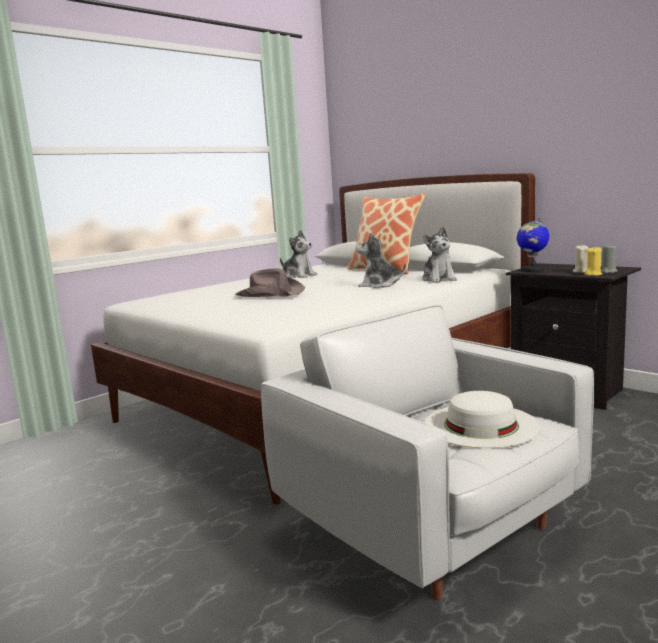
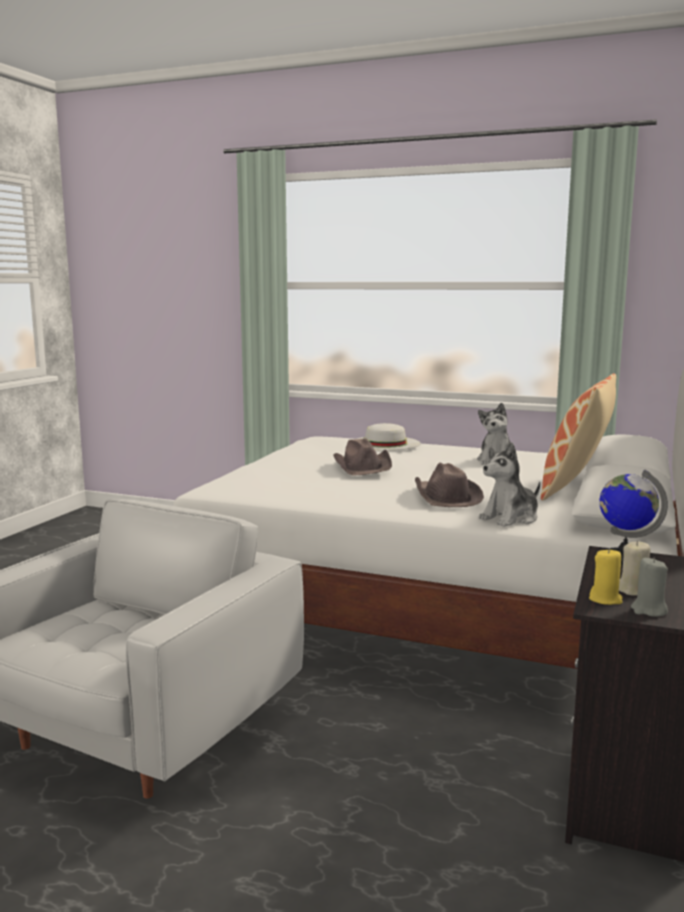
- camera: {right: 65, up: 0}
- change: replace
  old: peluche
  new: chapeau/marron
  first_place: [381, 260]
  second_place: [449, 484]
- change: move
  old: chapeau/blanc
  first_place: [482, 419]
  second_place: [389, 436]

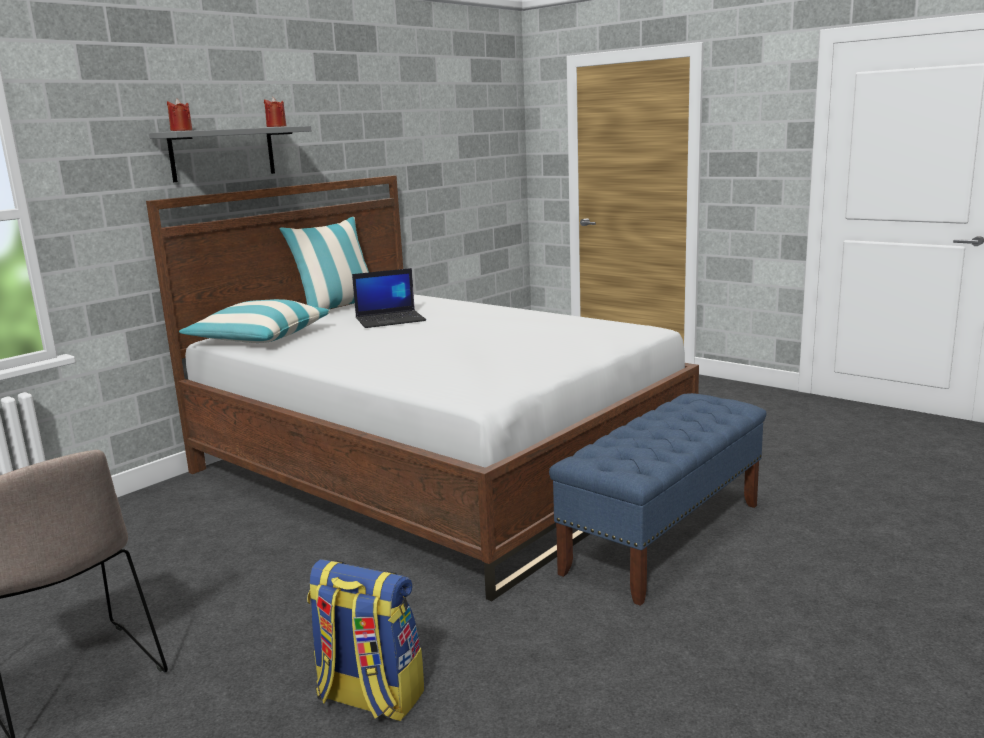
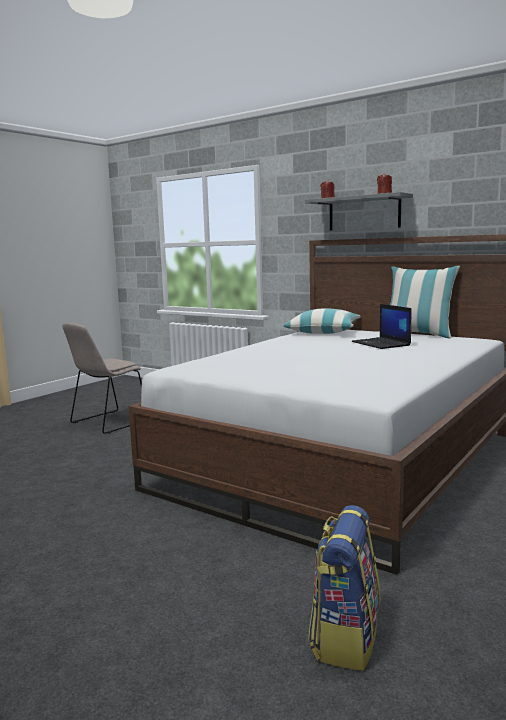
- camera: {right: 85, up: -5}
- change: delete
  old: banc/bleu
  first_place: [657, 499]
- change: move
  old: sac à dos
  first_place: [365, 640]
  second_place: [344, 588]

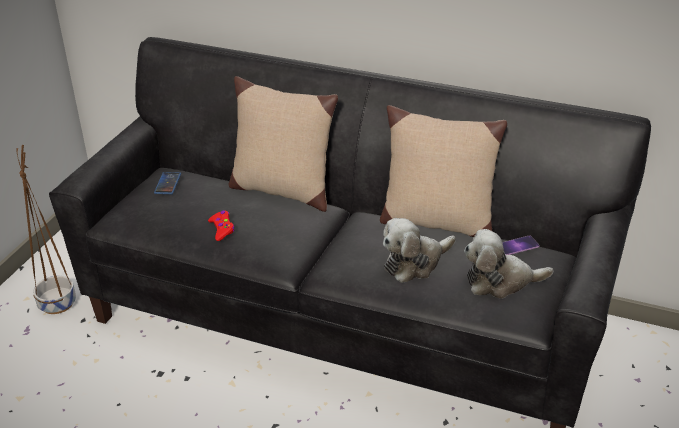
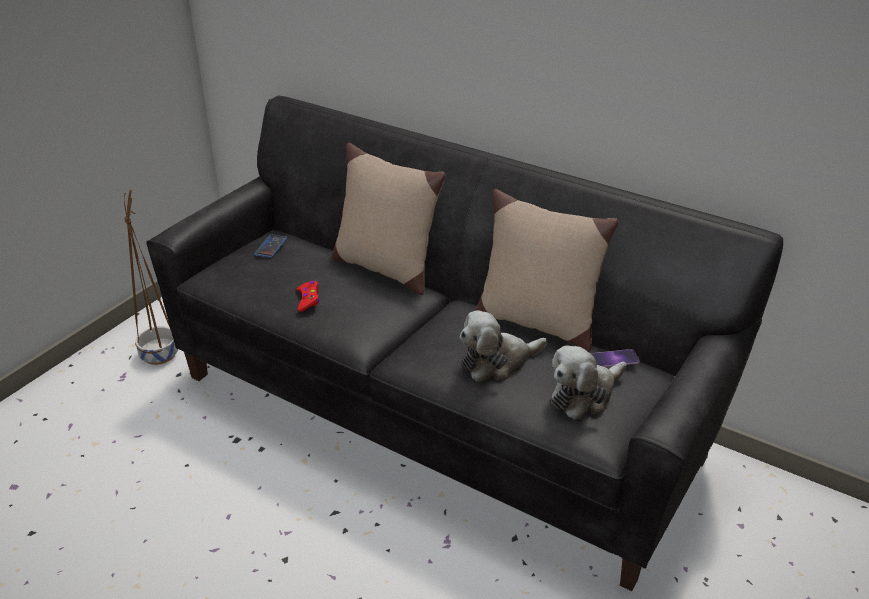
- camera: {right: 10, up: 0}
- change: rotate
  old: peluche
  first_place: [509, 264]
  second_place: [589, 382]
  degrees: -45

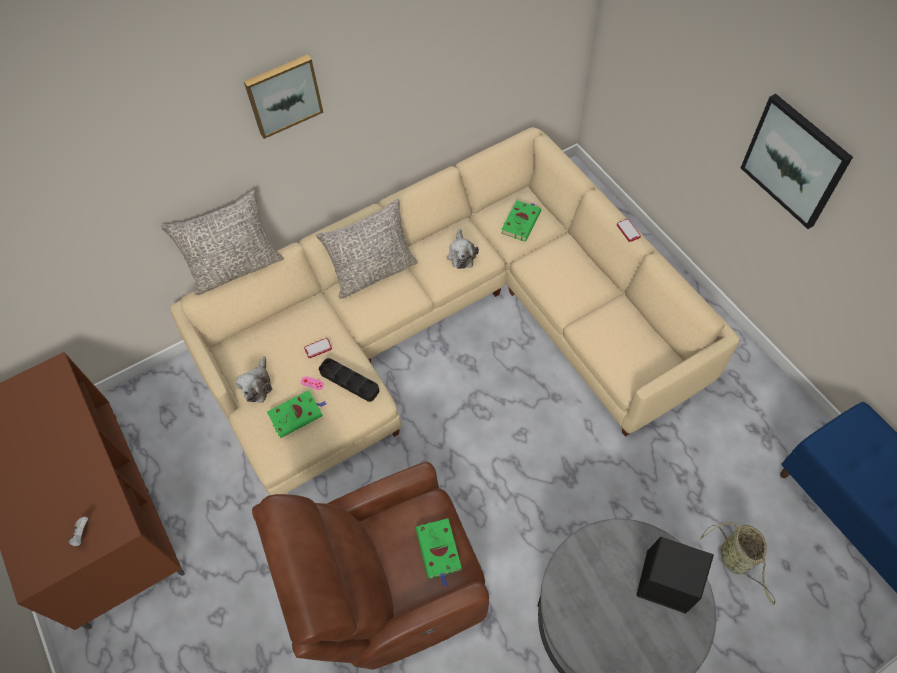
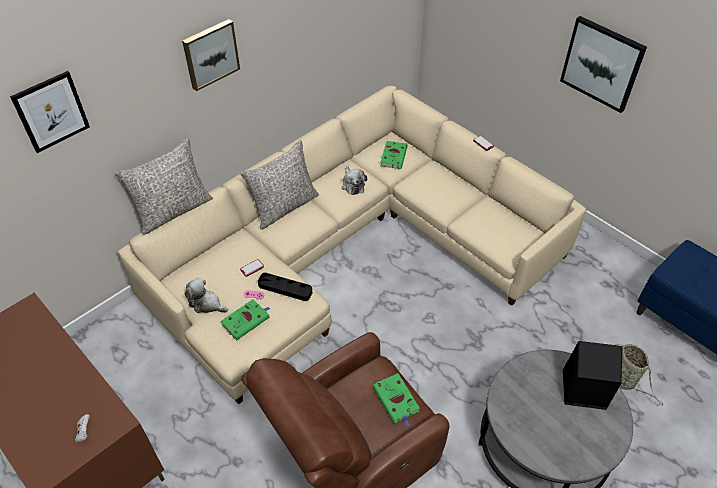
- camera: {right: -15, up: -10}
- change: rotate
  old: peluche
  first_place: [254, 379]
  second_place: [206, 295]
  degrees: 120
- change: insert
  new: tableau
  second_place: [50, 112]

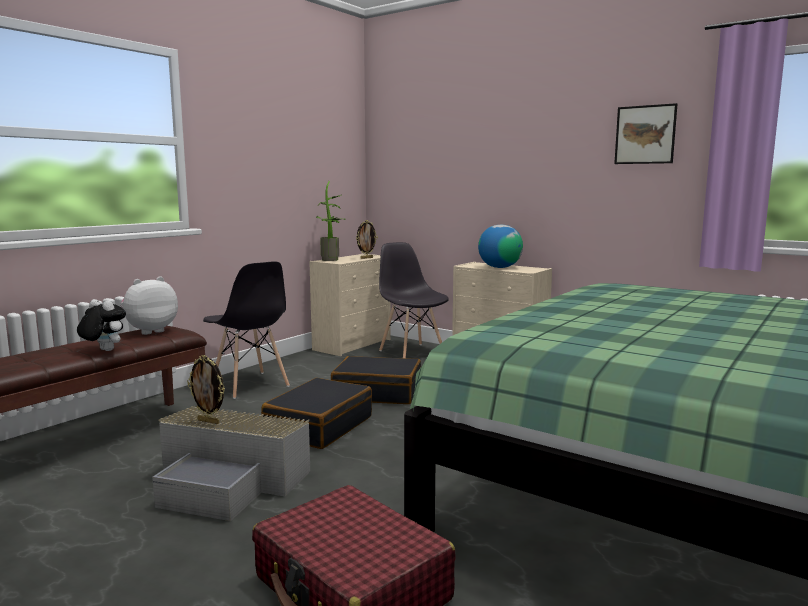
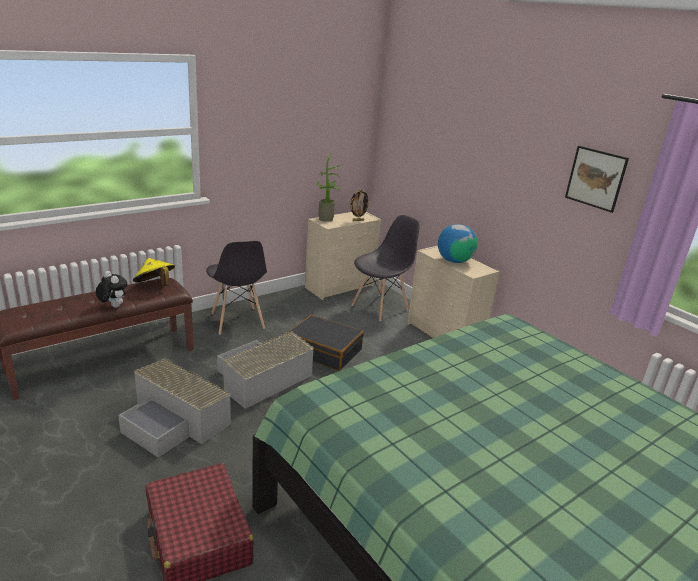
- camera: {right: 15, up: 15}
- change: rotate
  old: chaise/gris
  first_place: [414, 300]
  second_place: [386, 268]
  degrees: 60
- change: replace
  old: peluche
  new: chapeau/jaune
  first_place: [149, 305]
  second_place: [154, 272]
- change: delete
  old: cadre photo
  first_place: [206, 389]
- change: replace
  old: valise/noir
  new: boîte de rangement/gris
  first_place: [316, 413]
  second_place: [265, 370]

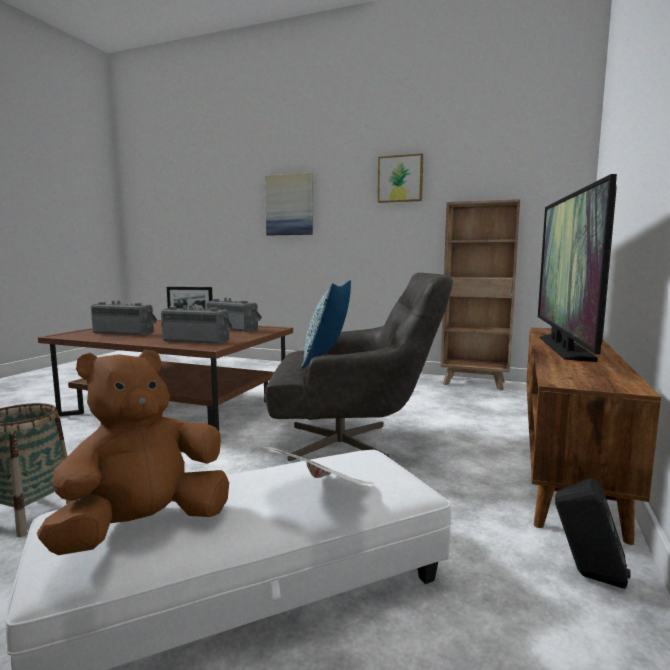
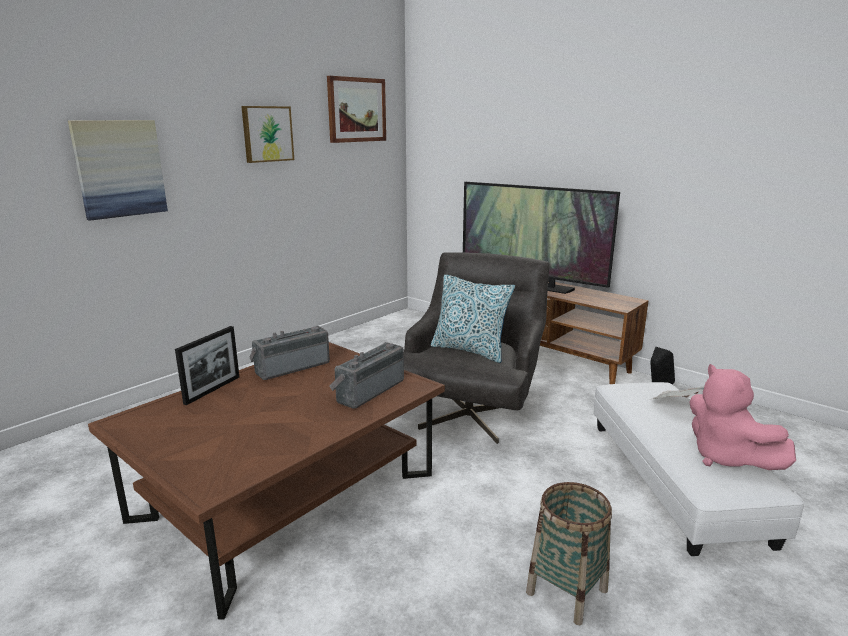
- camera: {right: -70, up: 10}
- change: delete
  old: bibliothèque/marron
  first_place: [480, 294]
- change: delete
  old: radio
  first_place: [124, 318]
- change: recolor
  old: peluche/marron
  new: peluche/rose
  first_place: [133, 452]
  second_place: [743, 417]
- change: insert
  new: tableau
  second_place: [356, 109]

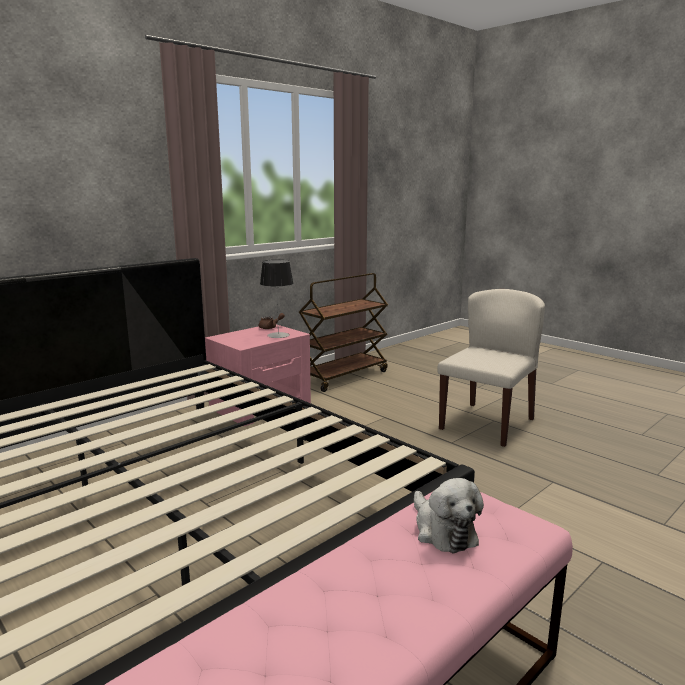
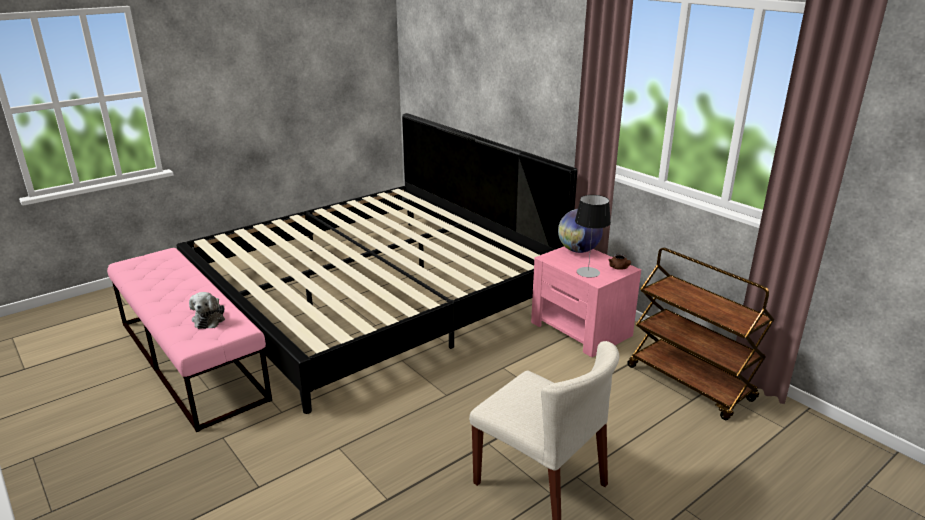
- camera: {right: 95, up: 10}
- change: rotate
  old: peluche
  first_place: [449, 515]
  second_place: [207, 310]
  degrees: -75
- change: insert
  new: globe
  second_place: [580, 231]

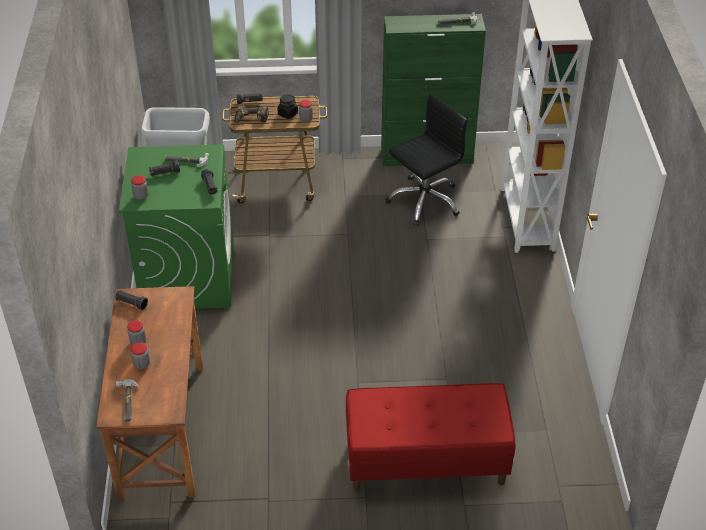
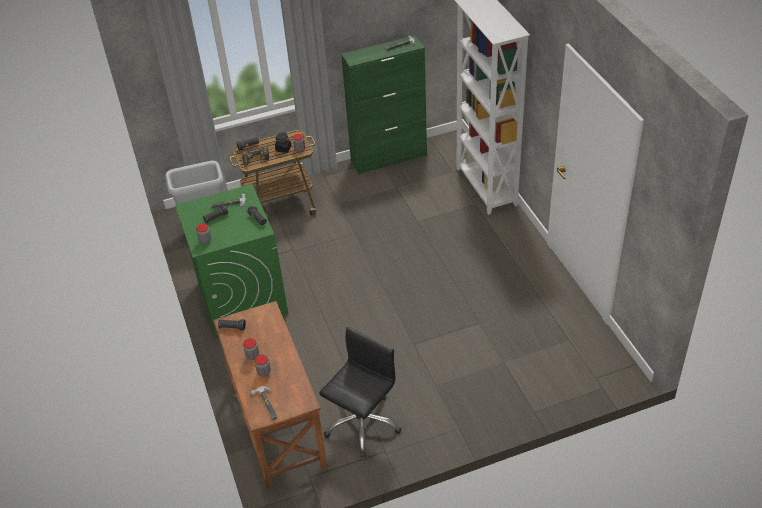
- camera: {right: -15, up: 0}
- change: move
  old: chaise de bureau/noir
  first_place: [426, 160]
  second_place: [360, 392]
- change: delete
  old: banc/rouge
  first_place: [431, 437]

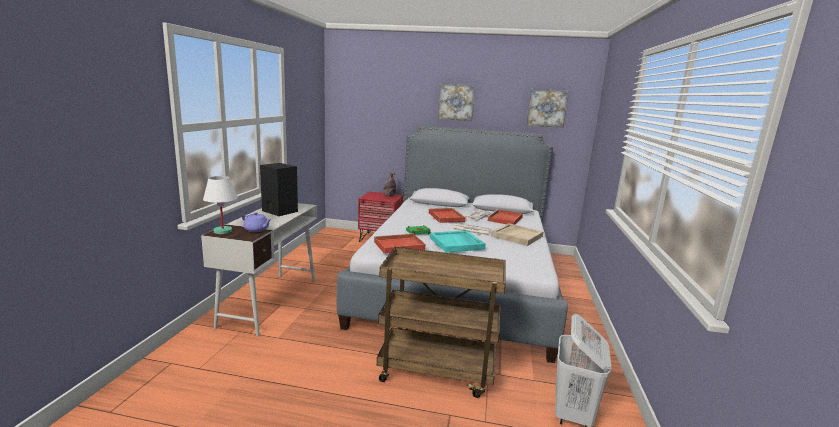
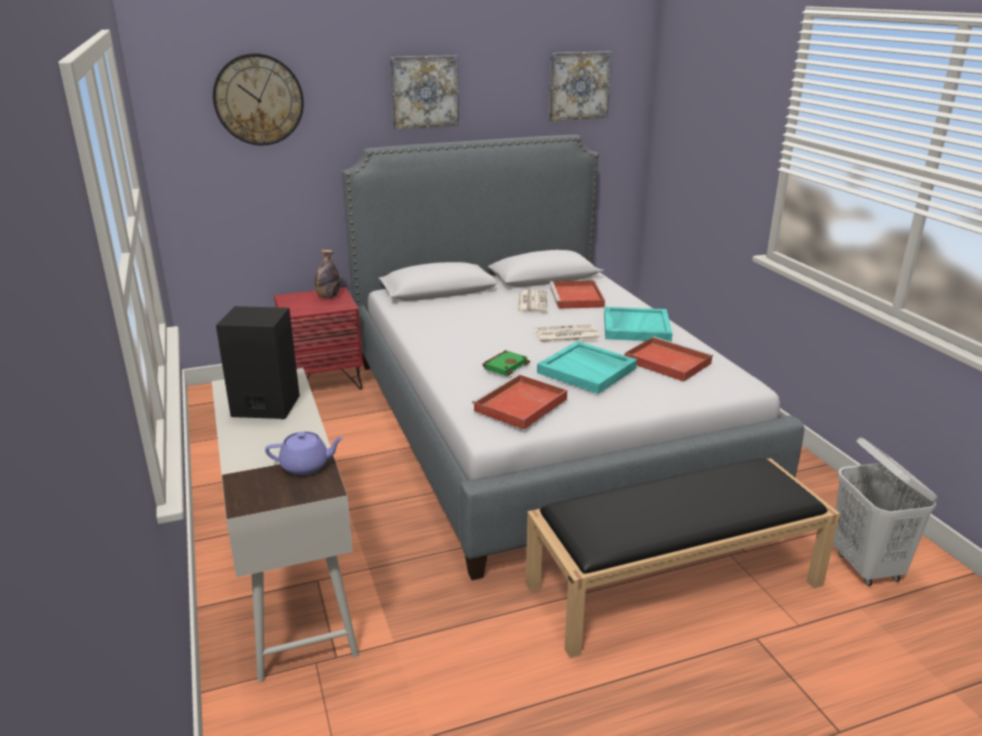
- camera: {right: -30, up: 10}
- change: delete
  old: lampe de table/blanc
  first_place: [220, 205]
- change: move
  old: plateau/rouge
  first_place: [448, 215]
  second_place: [669, 359]
- change: recolor
  old: plateau/beige
  new: plateau/turquoise
  first_place: [517, 234]
  second_place: [638, 324]
- change: replace
  old: chariot/marron
  new: banc/noir
  first_place: [441, 322]
  second_place: [683, 558]
- change: insert
  new: horloge murale
  second_place: [258, 99]

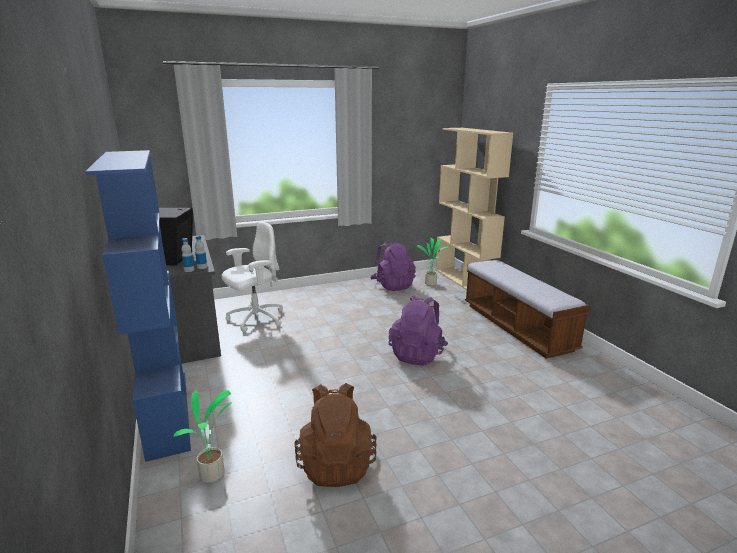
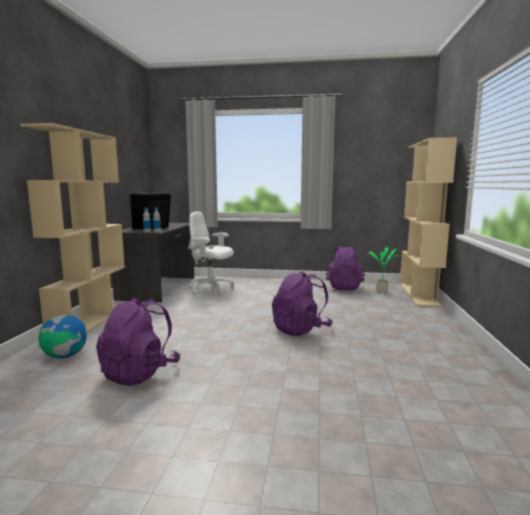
- camera: {right: 30, up: -10}
- change: recolor
  old: bibliothèque/bleu
  new: bibliothèque/beige
  first_place: [138, 306]
  second_place: [73, 227]
- change: rotate
  old: chaise de bureau/blanc
  first_place: [252, 277]
  second_place: [211, 252]
  degrees: -150
- change: delete
  old: banc
  first_place: [527, 309]
- change: recolor
  old: sac à dos/marron
  new: sac à dos/violet
  first_place: [335, 435]
  second_place: [138, 341]
- change: replace
  old: plante en pot
  new: globe
  first_place: [203, 436]
  second_place: [63, 336]

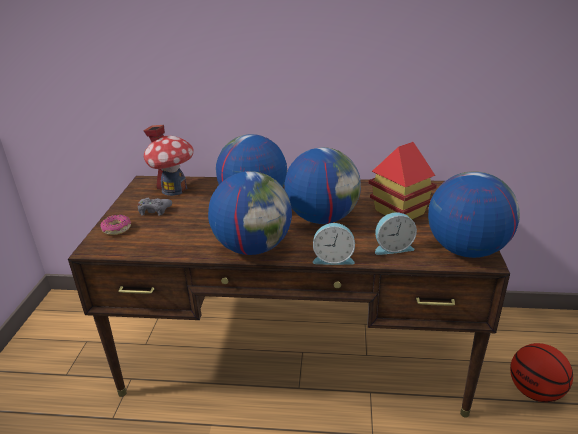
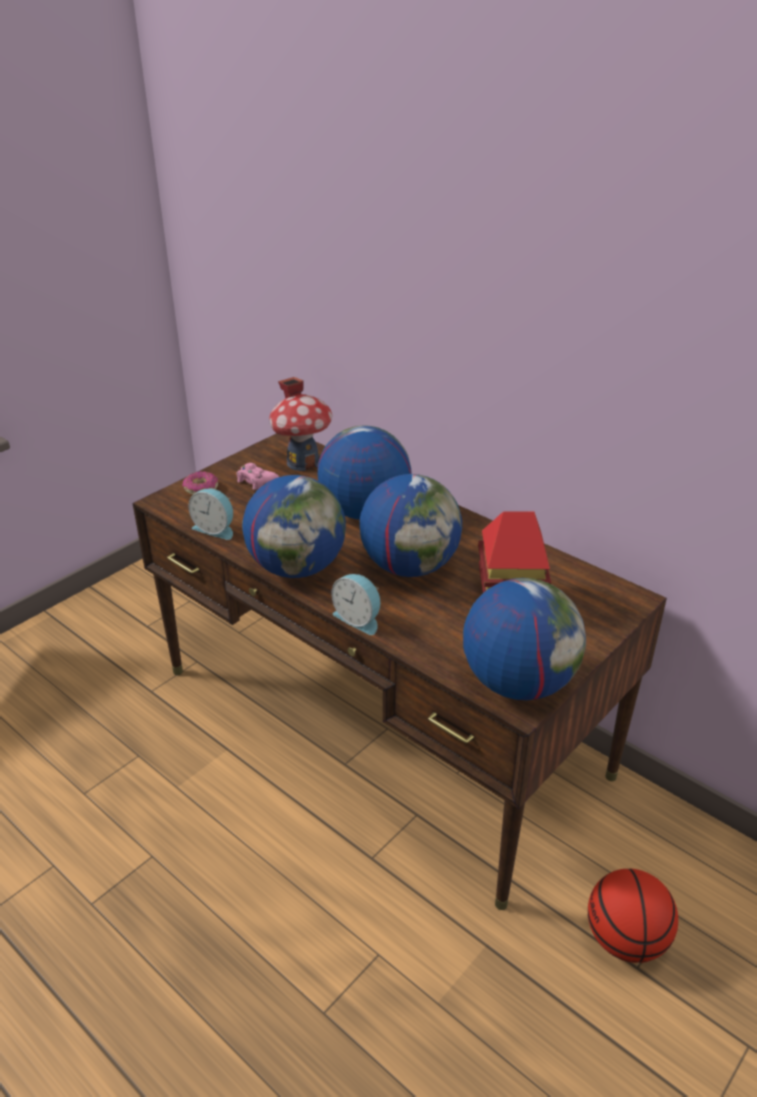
- camera: {right: 35, up: 5}
- change: recolor
  old: manette/gris
  new: manette/rose
  first_place: [155, 207]
  second_place: [257, 476]
- change: move
  old: réveil
  first_place: [396, 233]
  second_place: [210, 514]

